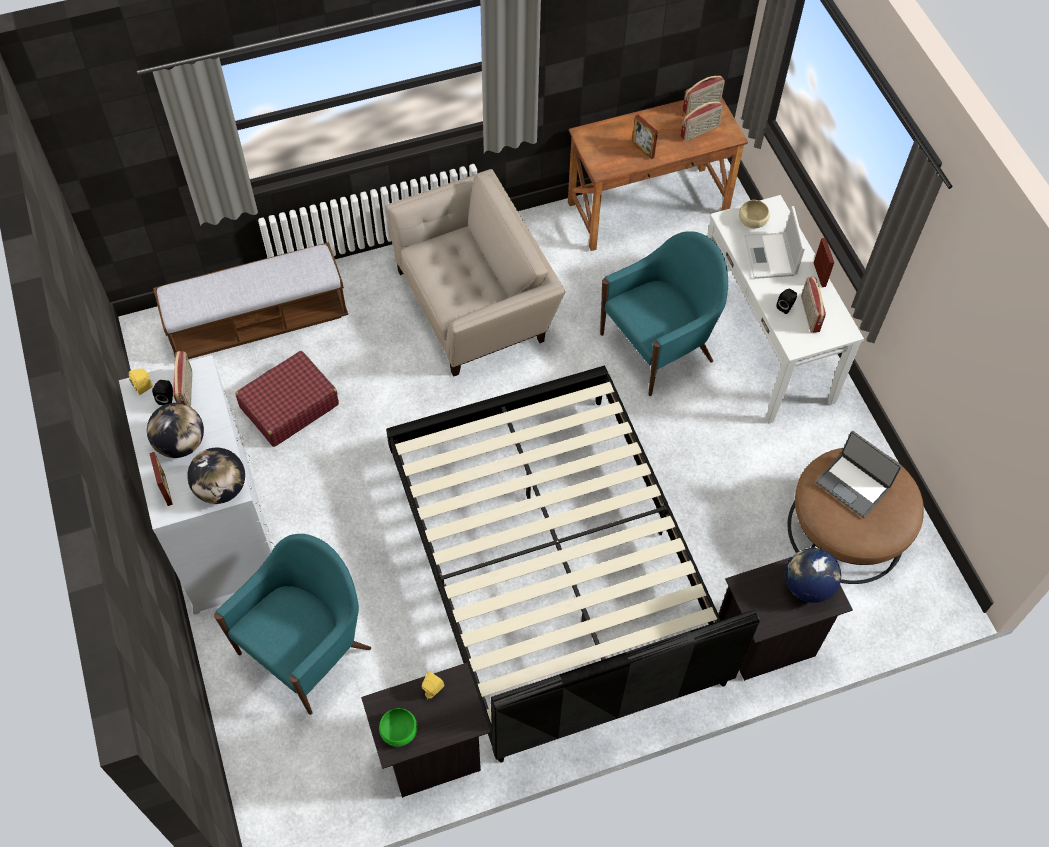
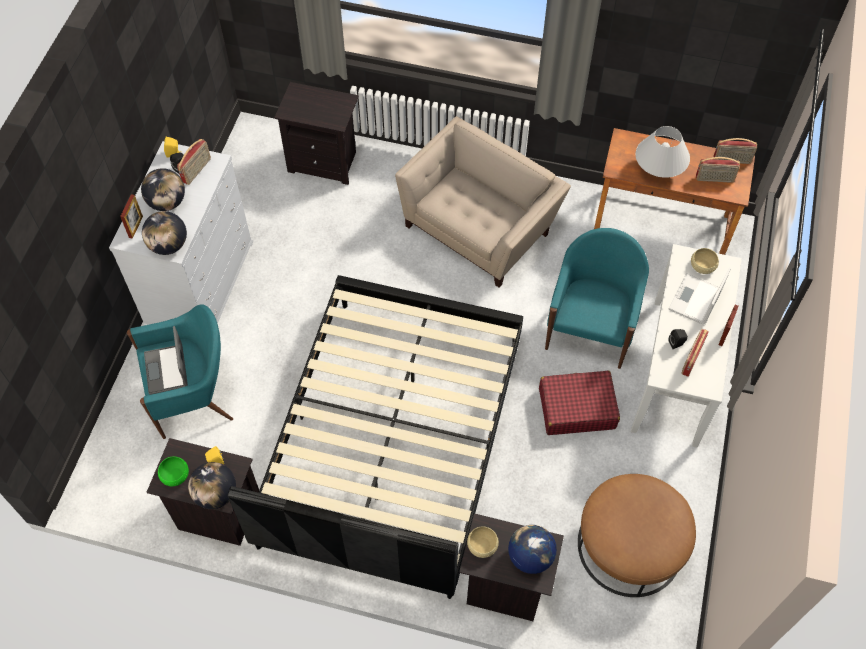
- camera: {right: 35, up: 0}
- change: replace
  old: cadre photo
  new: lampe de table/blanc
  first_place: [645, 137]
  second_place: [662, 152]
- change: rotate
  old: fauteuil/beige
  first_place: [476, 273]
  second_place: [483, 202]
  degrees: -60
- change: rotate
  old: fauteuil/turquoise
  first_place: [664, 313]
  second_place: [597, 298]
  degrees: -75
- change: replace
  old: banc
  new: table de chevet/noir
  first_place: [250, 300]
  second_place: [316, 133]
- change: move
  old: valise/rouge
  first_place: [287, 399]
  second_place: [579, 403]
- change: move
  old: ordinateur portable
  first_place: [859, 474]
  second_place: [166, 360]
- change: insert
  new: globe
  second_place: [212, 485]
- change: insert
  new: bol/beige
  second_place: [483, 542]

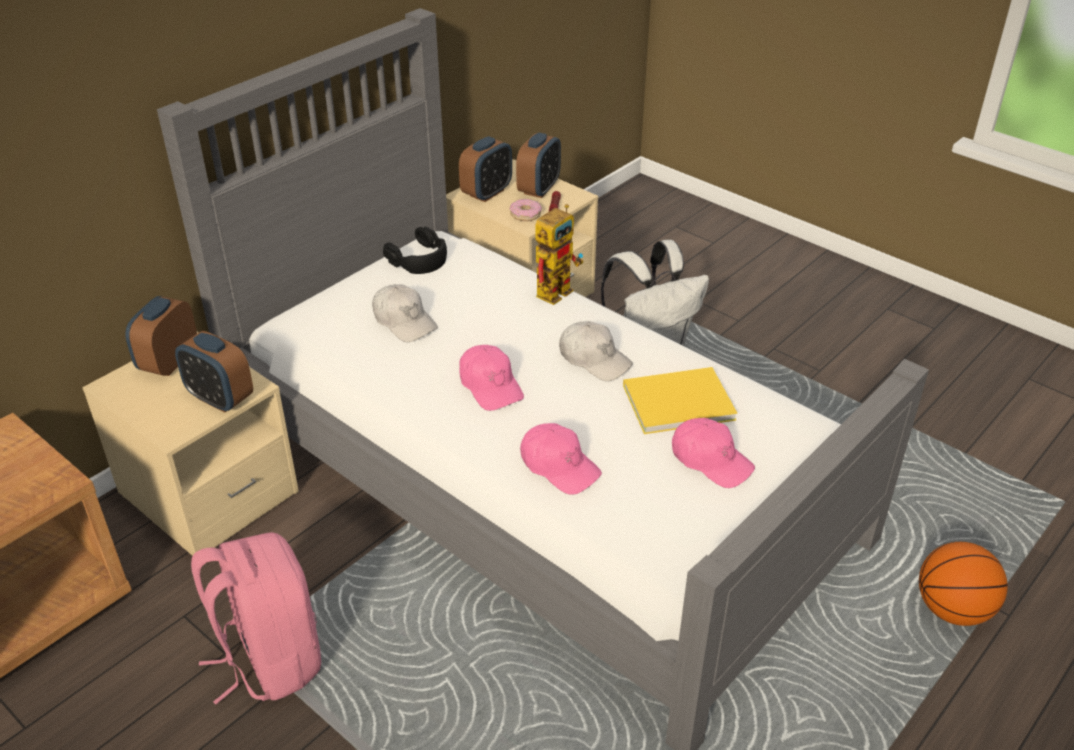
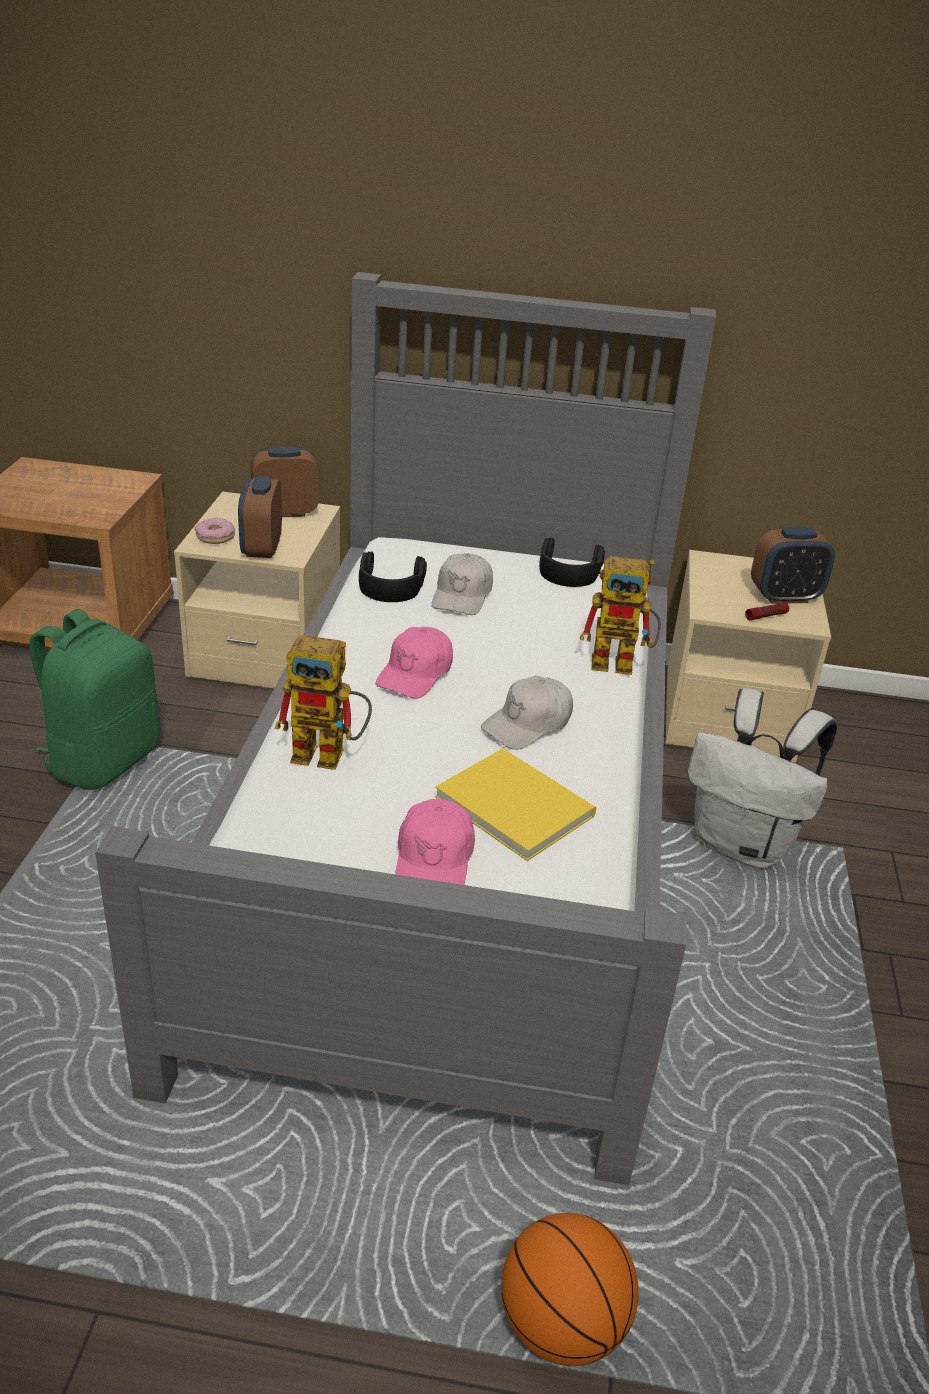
- camera: {right: 55, up: -5}
- change: delete
  old: réveil
  first_place: [485, 169]
- change: move
  old: beignet
  first_place: [526, 210]
  second_place: [215, 531]
- change: rotate
  old: casquette/blanc
  first_place: [596, 351]
  second_place: [527, 713]
  degrees: 45
- change: replace
  old: casquette/rose
  new: robot jouet
  first_place: [561, 459]
  second_place: [323, 702]
- change: recolor
  old: sac à dos/rose
  new: sac à dos/vert
  first_place: [256, 618]
  second_place: [95, 699]
- change: insert
  new: casque audio/noir
  second_place: [393, 576]

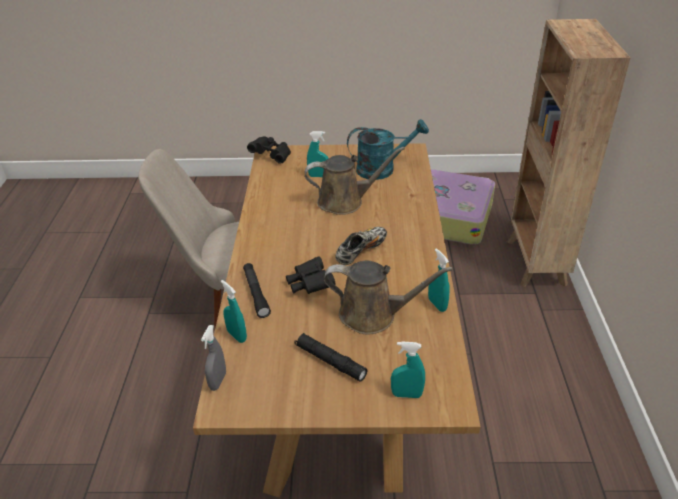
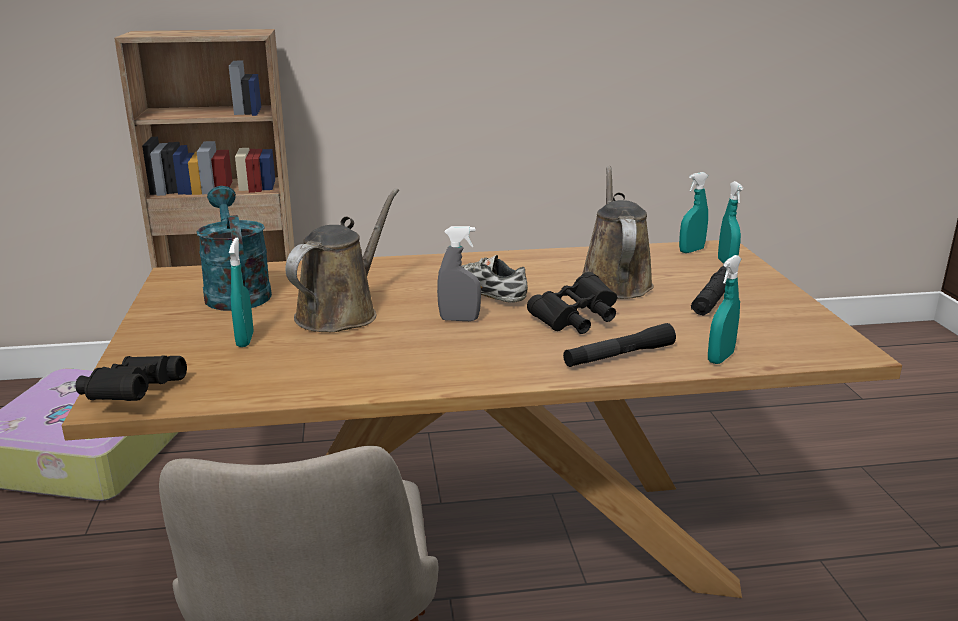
- camera: {right: -100, up: -15}
- change: rotate
  old: arrosoir/marron
  first_place: [355, 181]
  second_place: [342, 260]
  degrees: 45
- change: move
  old: vaporisateur/turquoise
  first_place: [439, 280]
  second_place: [693, 212]
- change: move
  old: vaporisateur/gris
  first_place: [213, 358]
  second_place: [459, 273]

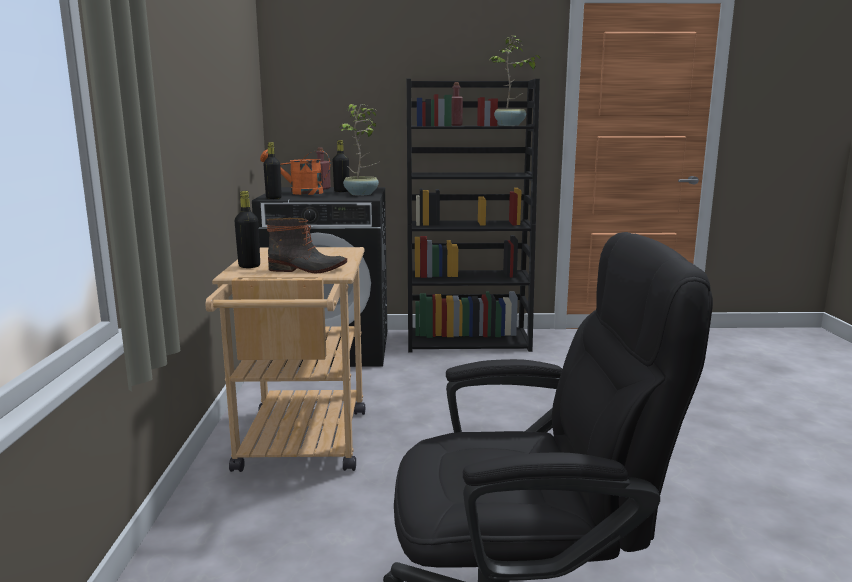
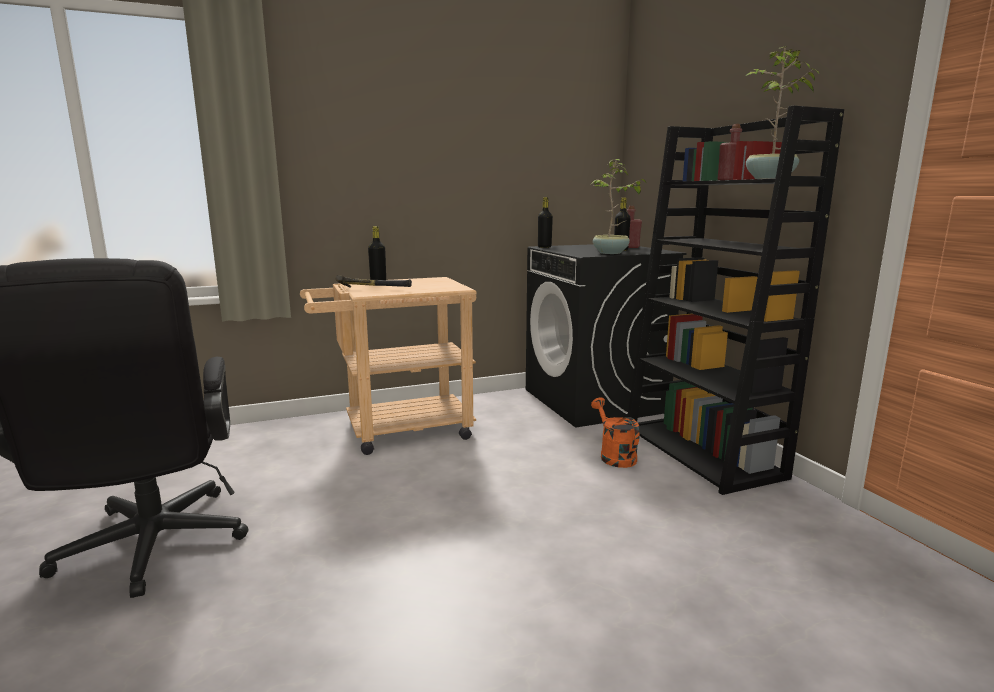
- camera: {right: 70, up: 0}
- change: move
  old: arrosoir/orange
  first_place: [295, 172]
  second_place: [615, 432]
- change: replace
  old: botte
  new: marteau
  first_place: [307, 245]
  second_place: [374, 281]

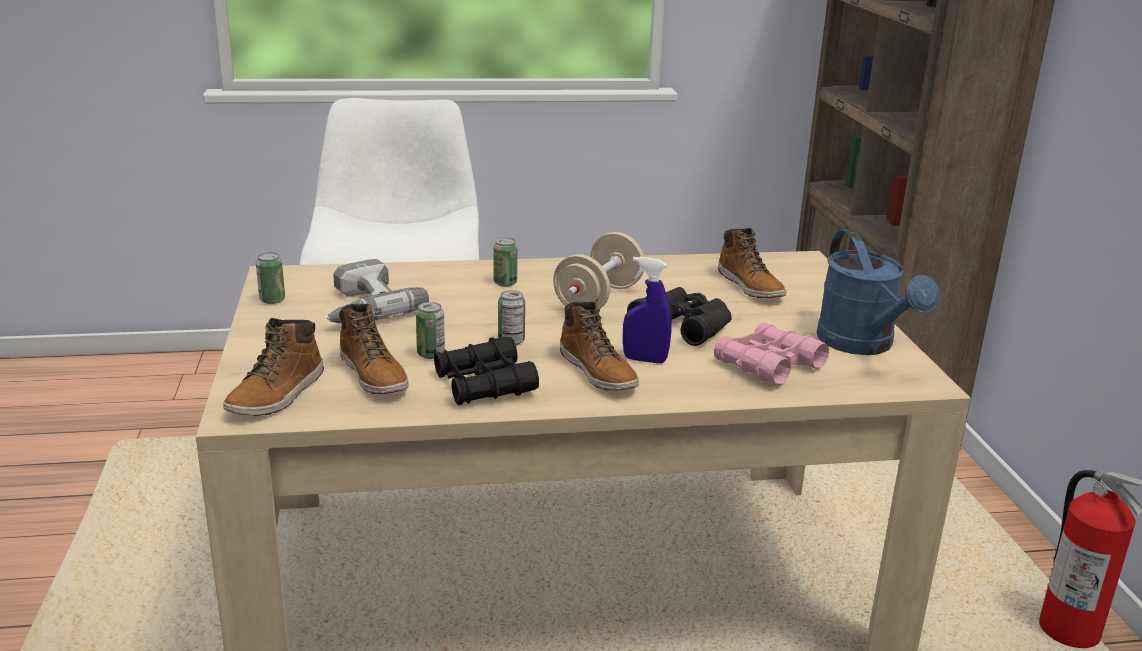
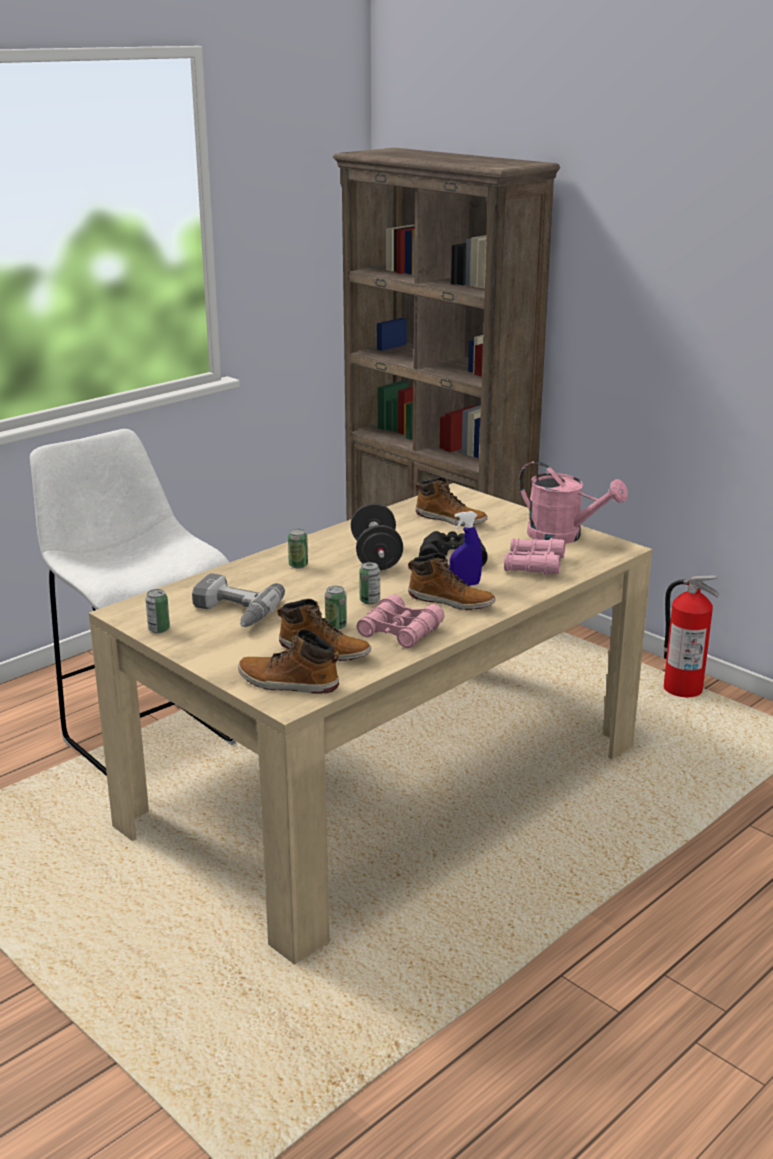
- camera: {right: -35, up: 0}
- change: recolor
  old: arrosoir/bleu
  new: arrosoir/rose
  first_place: [878, 292]
  second_place: [573, 502]
- change: recolor
  old: haltère/beige
  new: haltère/noir
  first_place: [598, 270]
  second_place: [377, 536]
- change: rotate
  old: botte
  first_place: [273, 367]
  second_place: [288, 662]
  degrees: 120
- change: recolor
  old: jumelles/noir
  new: jumelles/rose
  first_place: [486, 371]
  second_place: [401, 621]

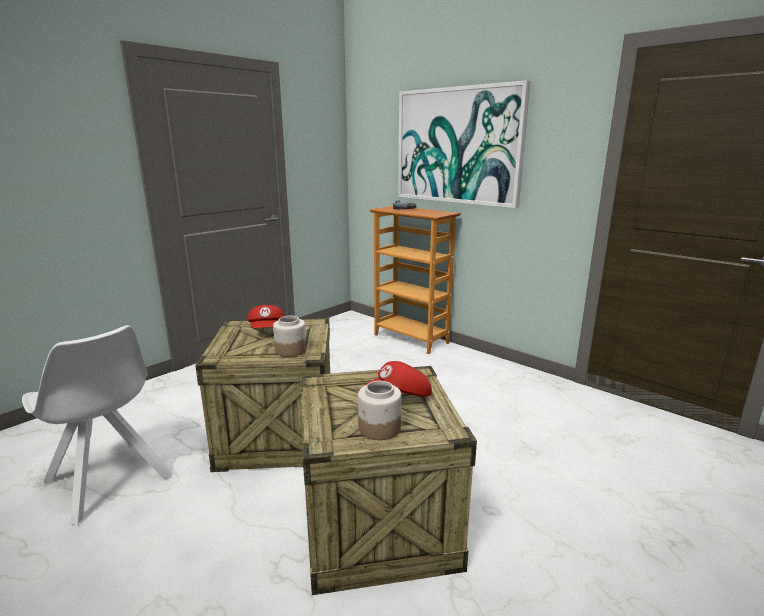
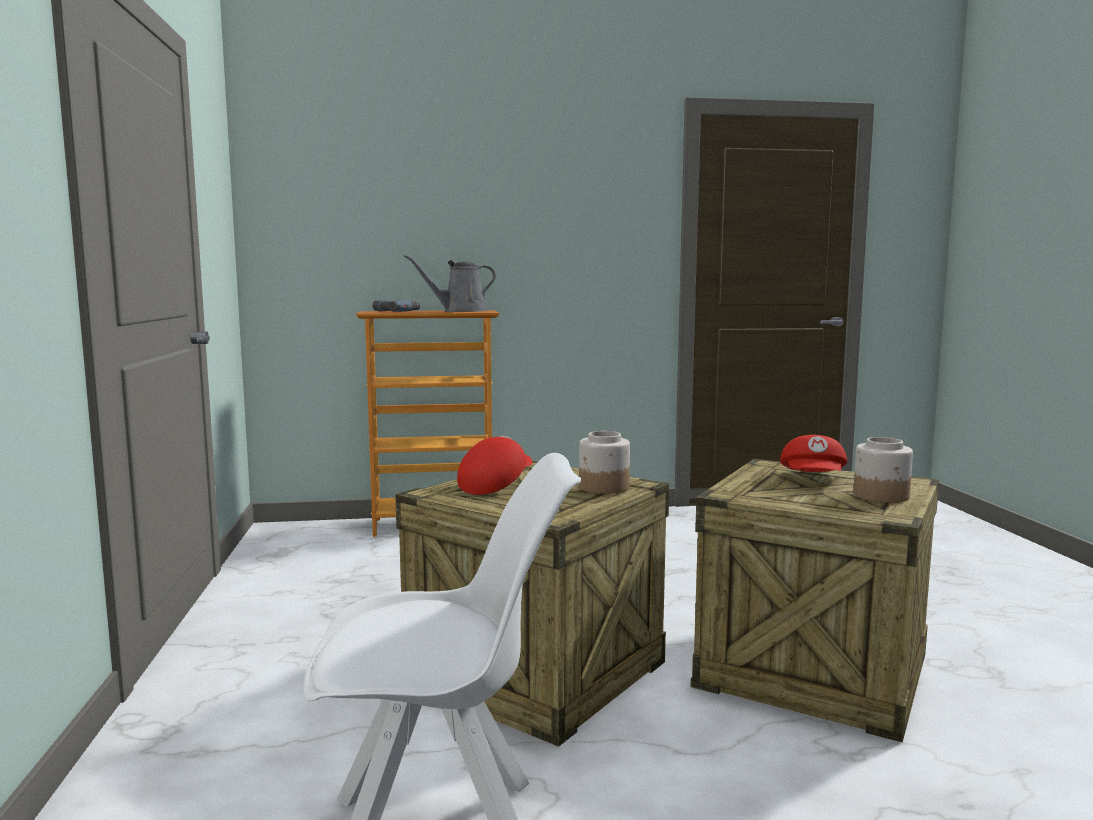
- camera: {right: -50, up: -10}
- change: delete
  old: tableau
  first_place: [464, 144]
- change: rotate
  old: casquette/rouge
  first_place: [266, 316]
  second_place: [495, 465]
  degrees: -90
- change: insert
  new: arrosoir/gris
  second_place: [450, 283]

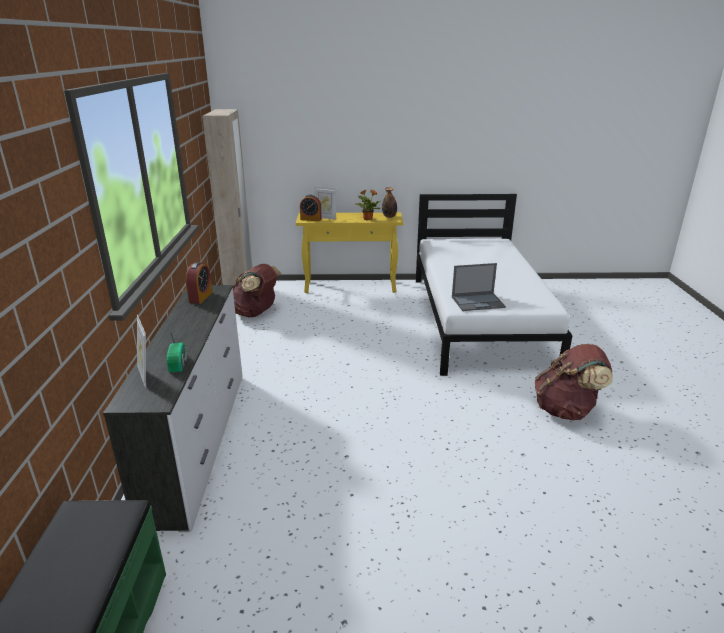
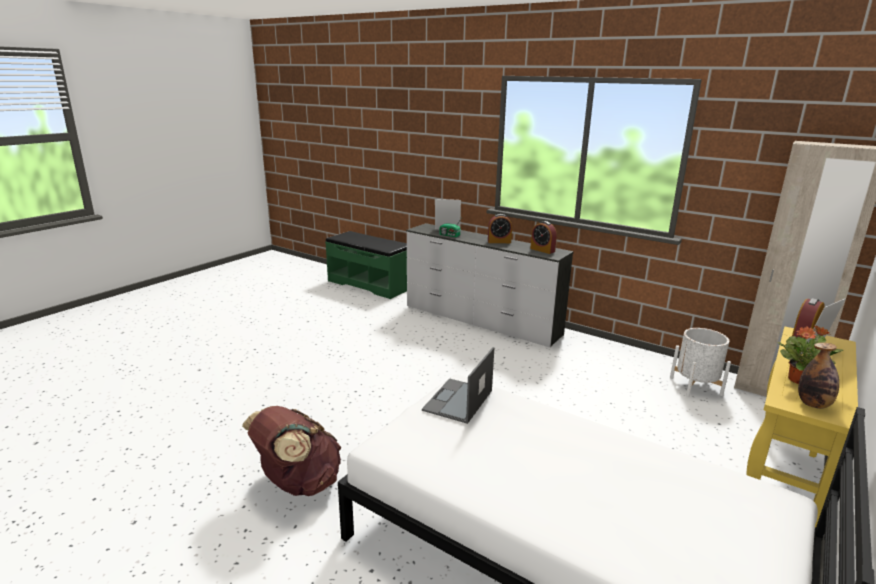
- camera: {right: 125, up: -5}
- change: replace
  old: sac à dos/marron
  new: cache-pot/blanc
  first_place: [257, 290]
  second_place: [700, 362]
- change: insert
  new: réveil
  second_place: [500, 228]

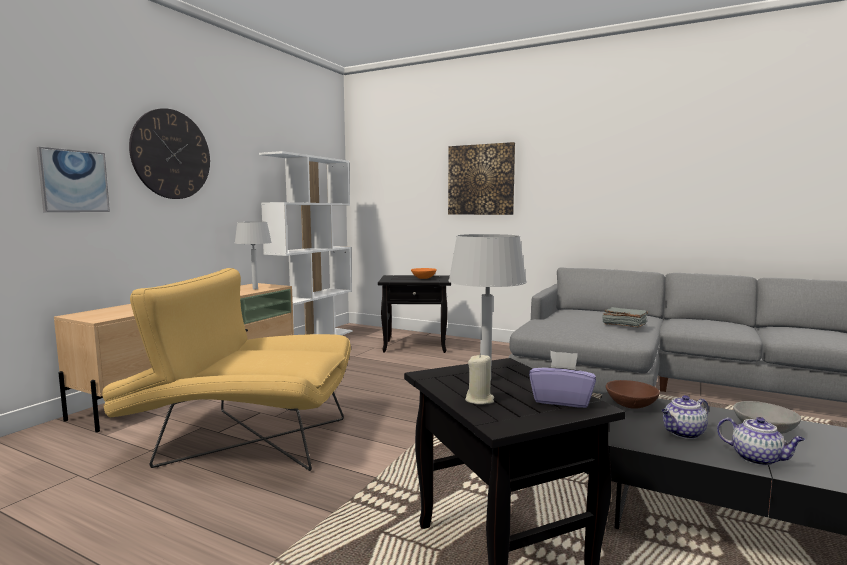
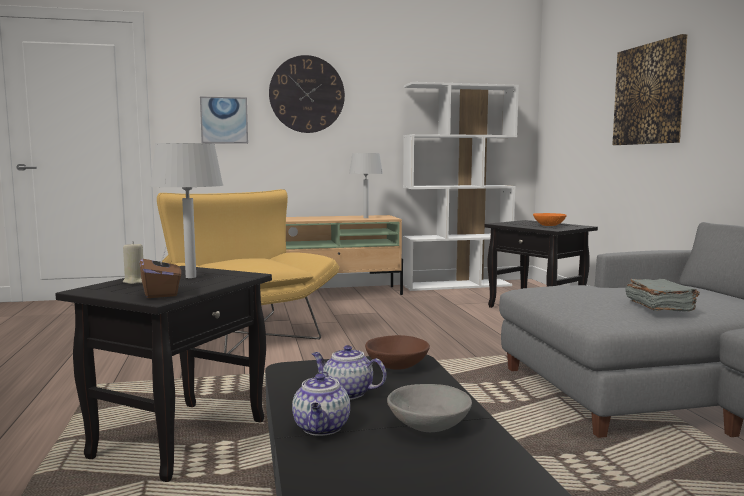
- camera: {right: 50, up: 0}
- change: recolor
  old: boîte à mouchoirs/violet
  new: boîte à mouchoirs/marron
  first_place: [562, 379]
  second_place: [160, 274]

